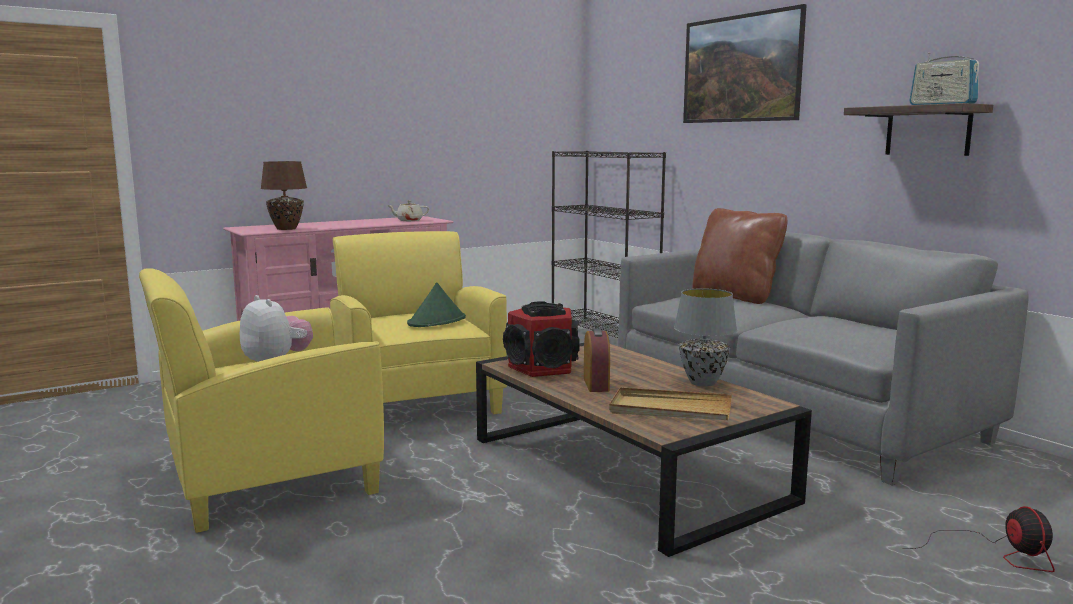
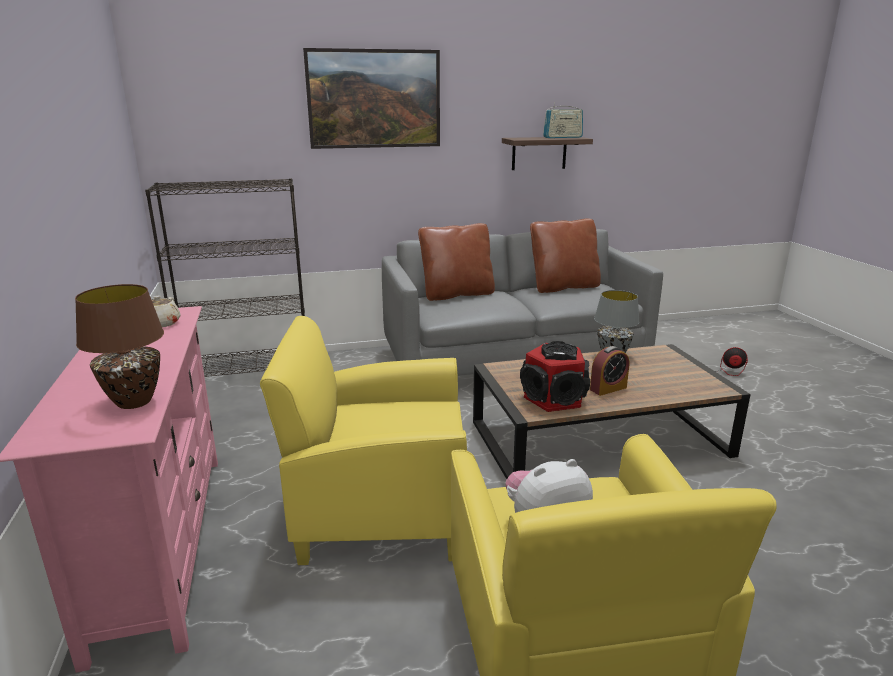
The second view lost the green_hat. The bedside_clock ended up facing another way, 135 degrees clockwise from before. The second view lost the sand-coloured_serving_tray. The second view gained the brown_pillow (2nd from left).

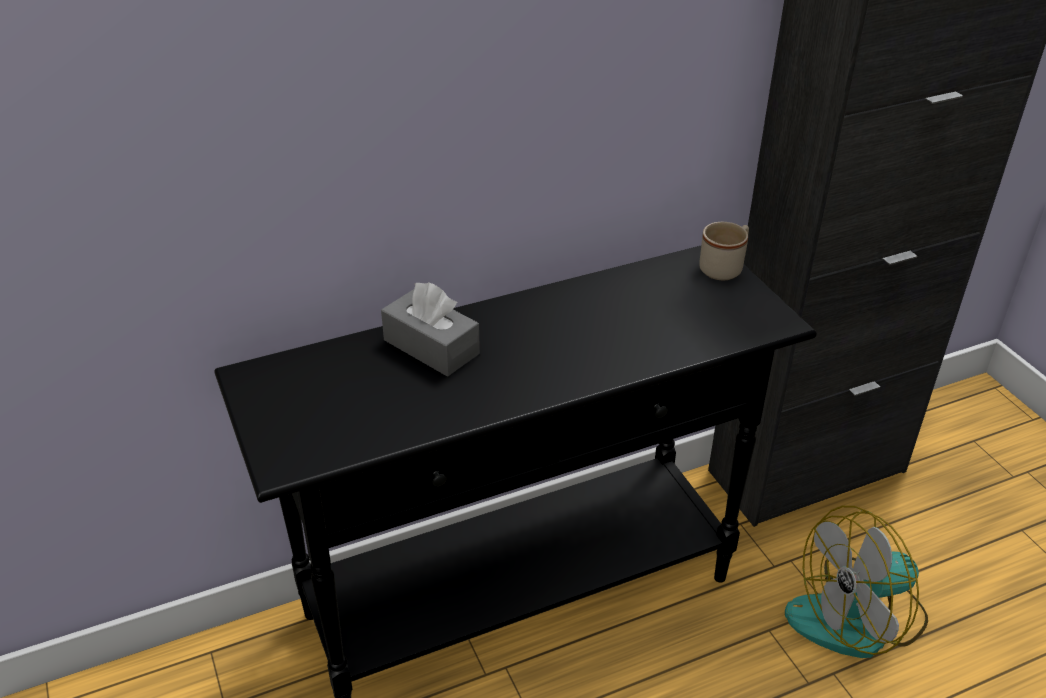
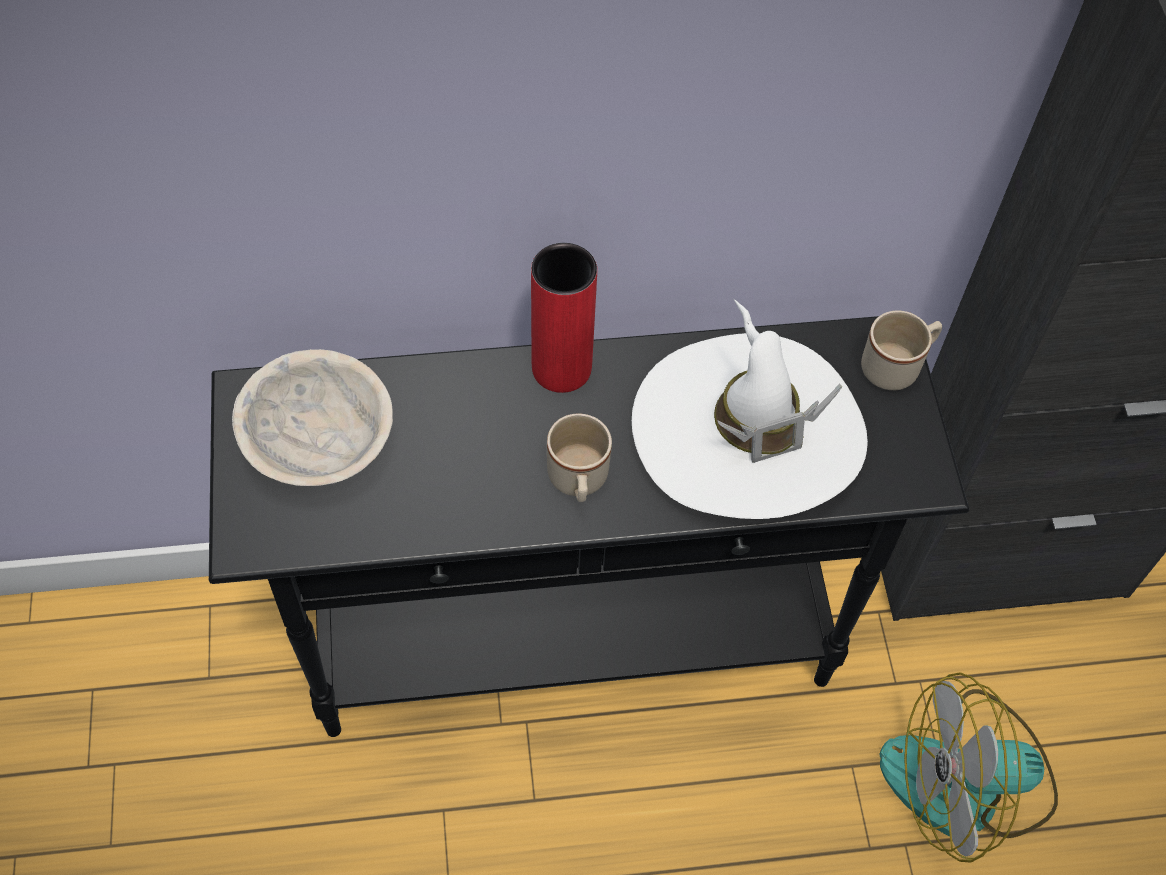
The second view lost the greyish_box_of_tissues. The second view gained the red_decorative_vase. The second view gained the white-coloured_hat. The second view gained the sand-coloured_bowl. The second view gained the sand-coloured_coffee_mug (1st from left).

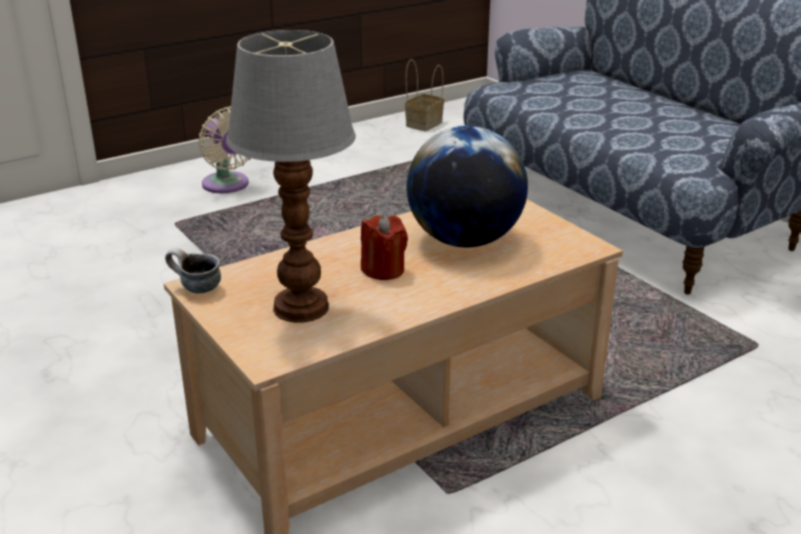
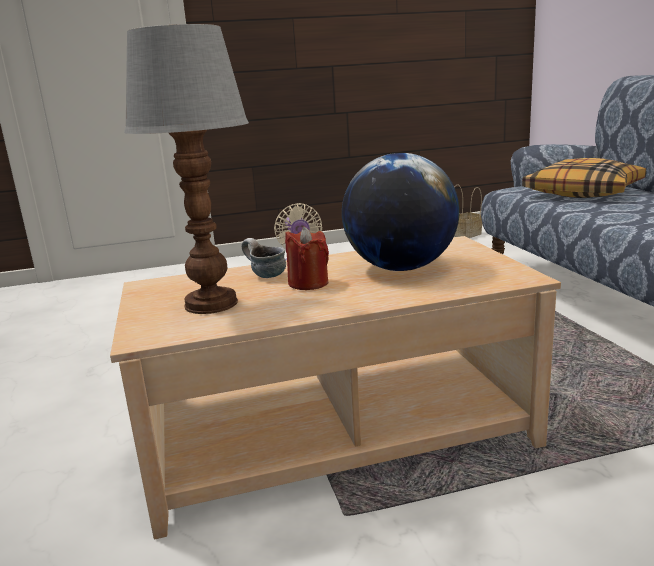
The coffee_mug ended up elsewhere. The second view gained the pillow.

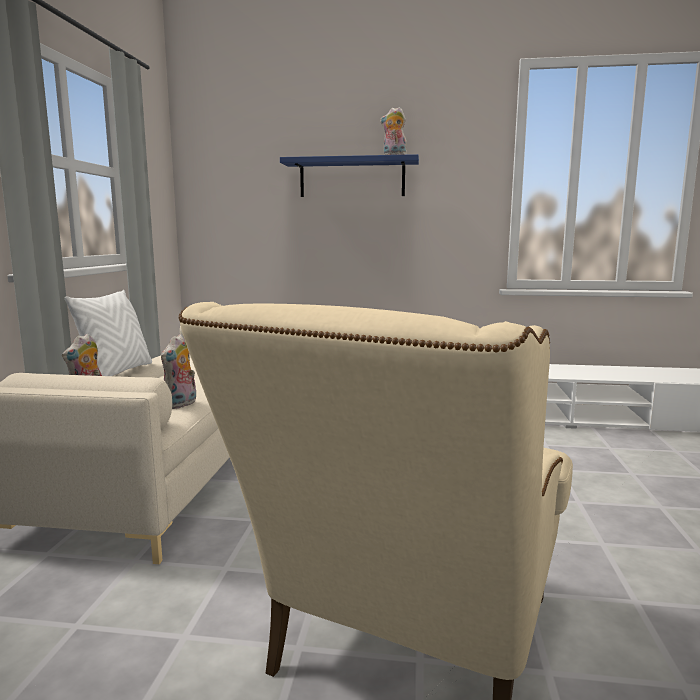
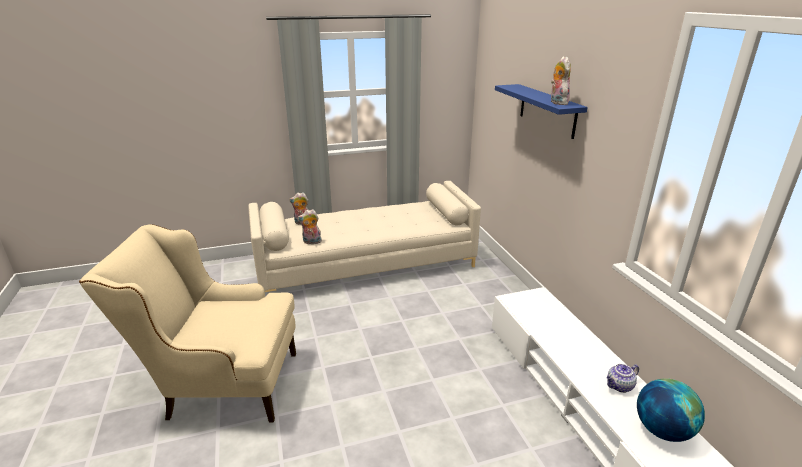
The second view lost the white-coloured_pillow. The second view gained the teapot. The second view gained the globe.

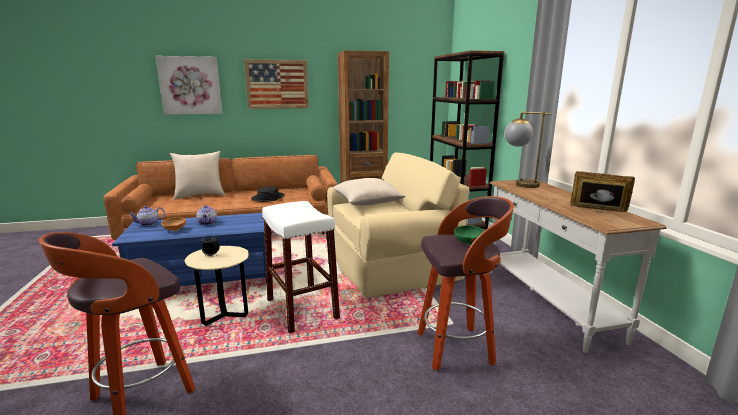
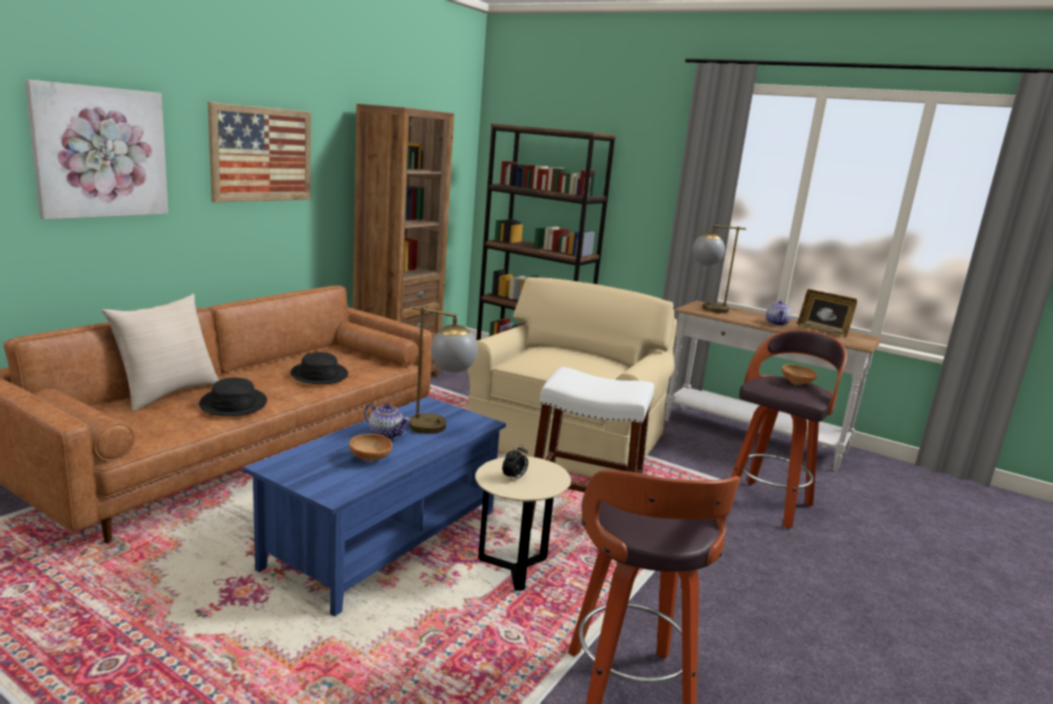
The standing_frame ended up facing another way, 120 degrees counterclockwise from before. The second view lost the sand-coloured_pillow (2nd from left). The teapot (1st from left in the first image) ended up elsewhere. What was the green_bowl turned into the brown_bowl (2nd from left). The second view gained the table_lamp (1st from left). The second view gained the blackish_hat (1st from left).

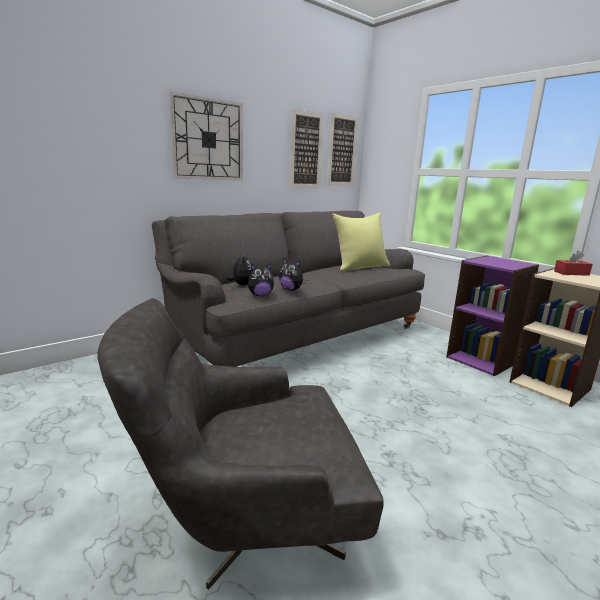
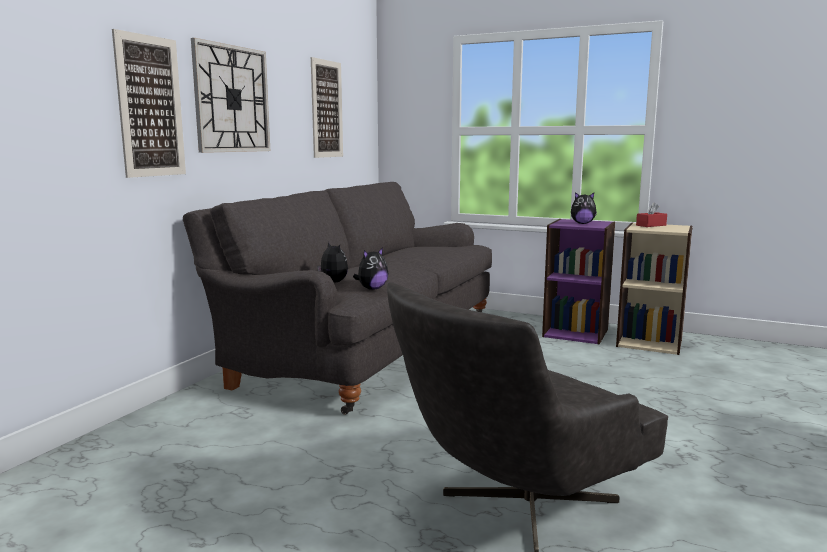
The picture (2nd from left in the first image) ended up elsewhere. The second view lost the yellow-coloured_pillow. The cuddly_toy (3rd from left) ended up elsewhere.

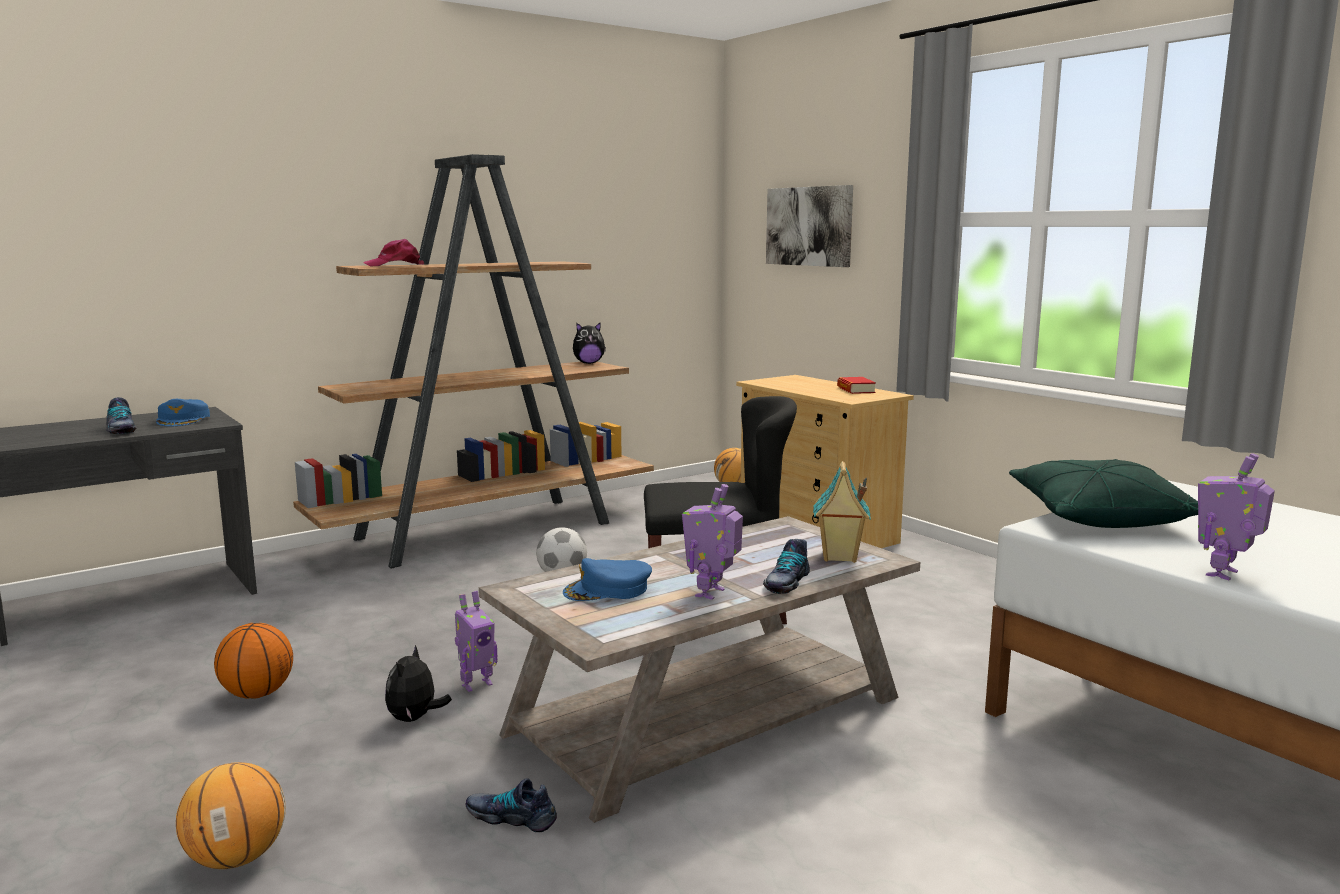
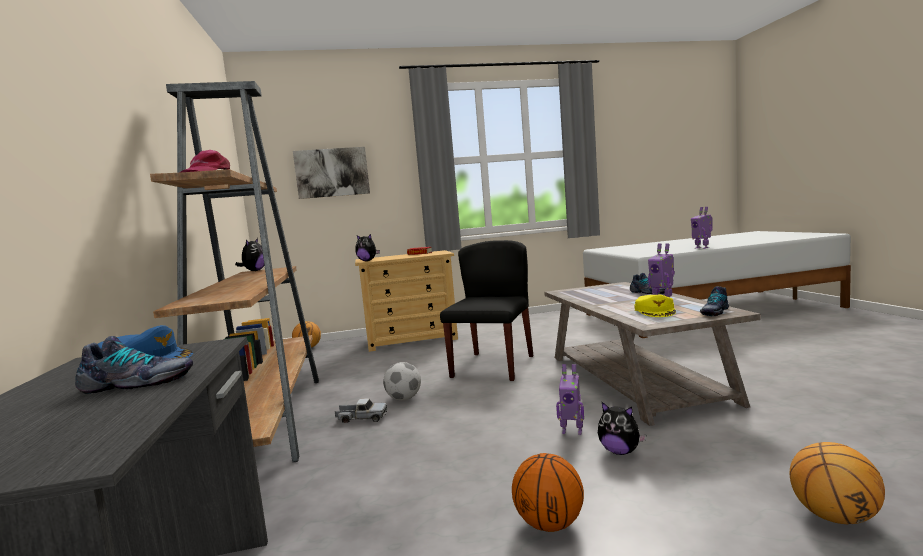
The second view lost the green_pillow. The second view lost the toy_house. What was the blue-coloured_peaked_cap (2nd from left) turned into the yellow-coloured_peaked_cap. The model_robot (1st from left) ended up facing another way, 120 degrees clockwise from before. The low_shoe (2nd from left in the first image) ended up elsewhere. The second view gained the cuddly_toy (2nd from left). The second view gained the toy_lorry.

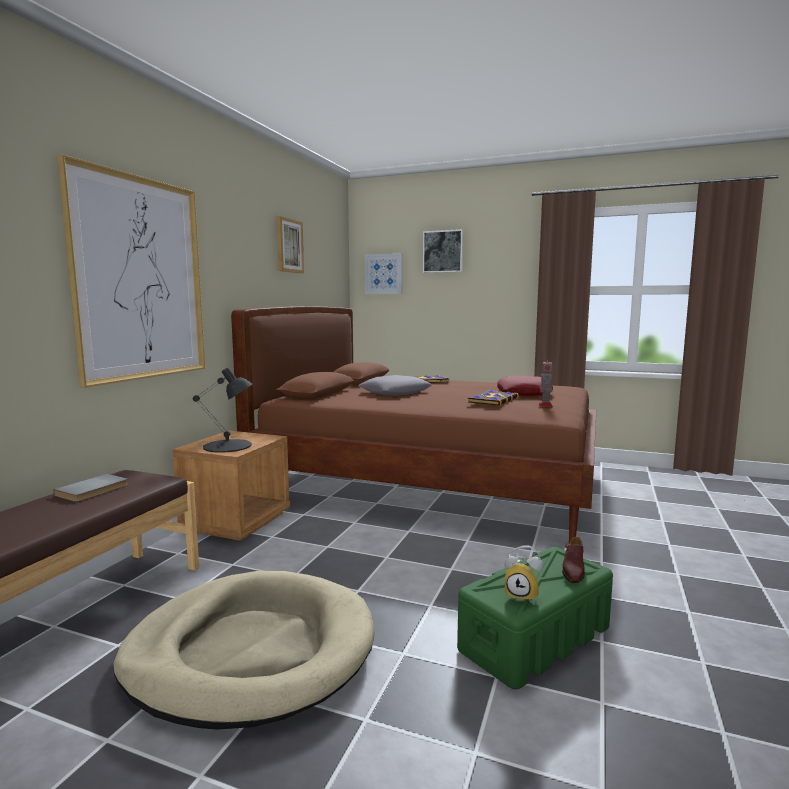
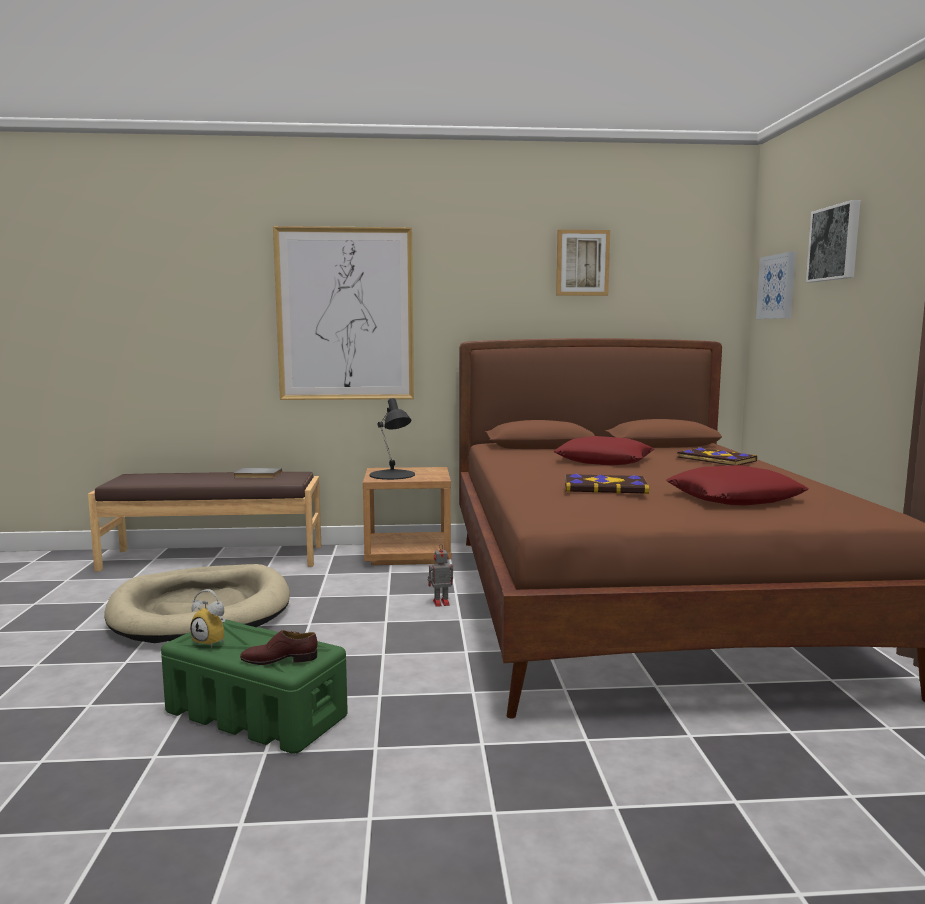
The model_robot ended up elsewhere. What was the greyish_pillow turned into the red_pillow (1st from left). The bedside_clock ended up facing another way, 60 degrees counterclockwise from before.

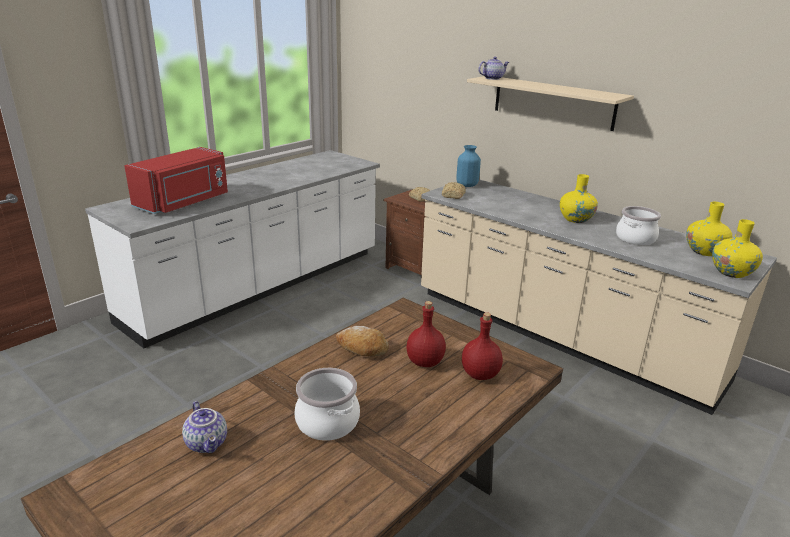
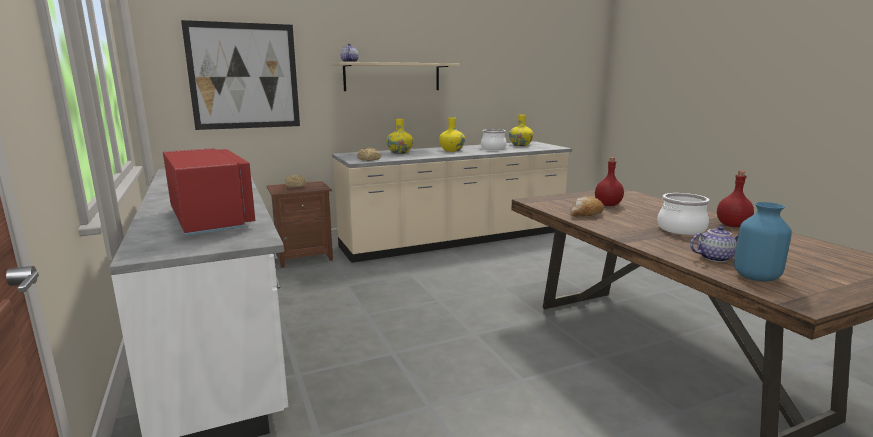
The blue-coloured_decorative_vase ended up elsewhere. The yellow-coloured_decorative_vase (3rd from left in the first image) ended up elsewhere. The red_beverage_bottle (2nd from left) ended up elsewhere. The second view gained the picture.

